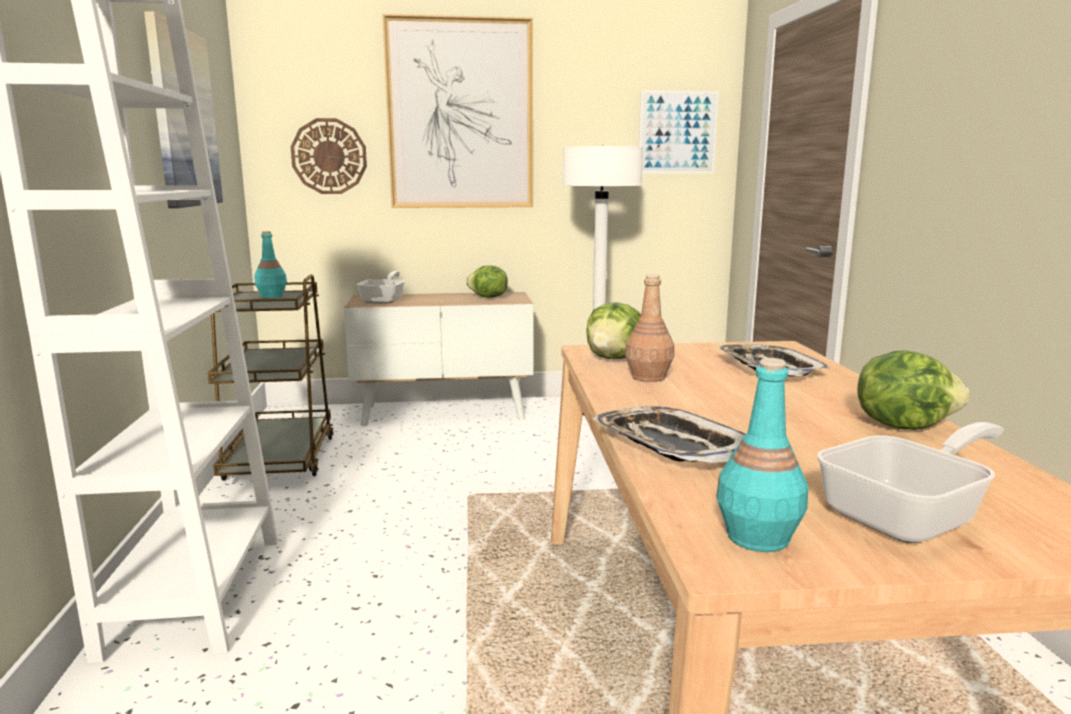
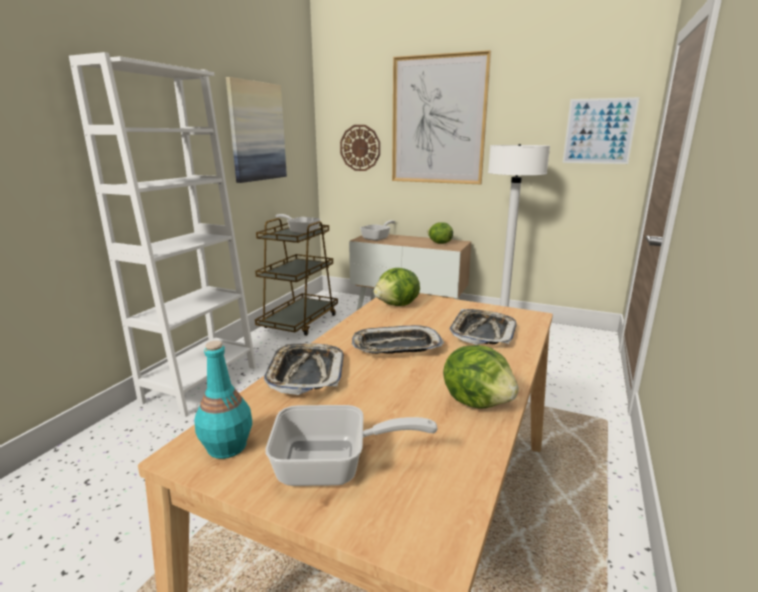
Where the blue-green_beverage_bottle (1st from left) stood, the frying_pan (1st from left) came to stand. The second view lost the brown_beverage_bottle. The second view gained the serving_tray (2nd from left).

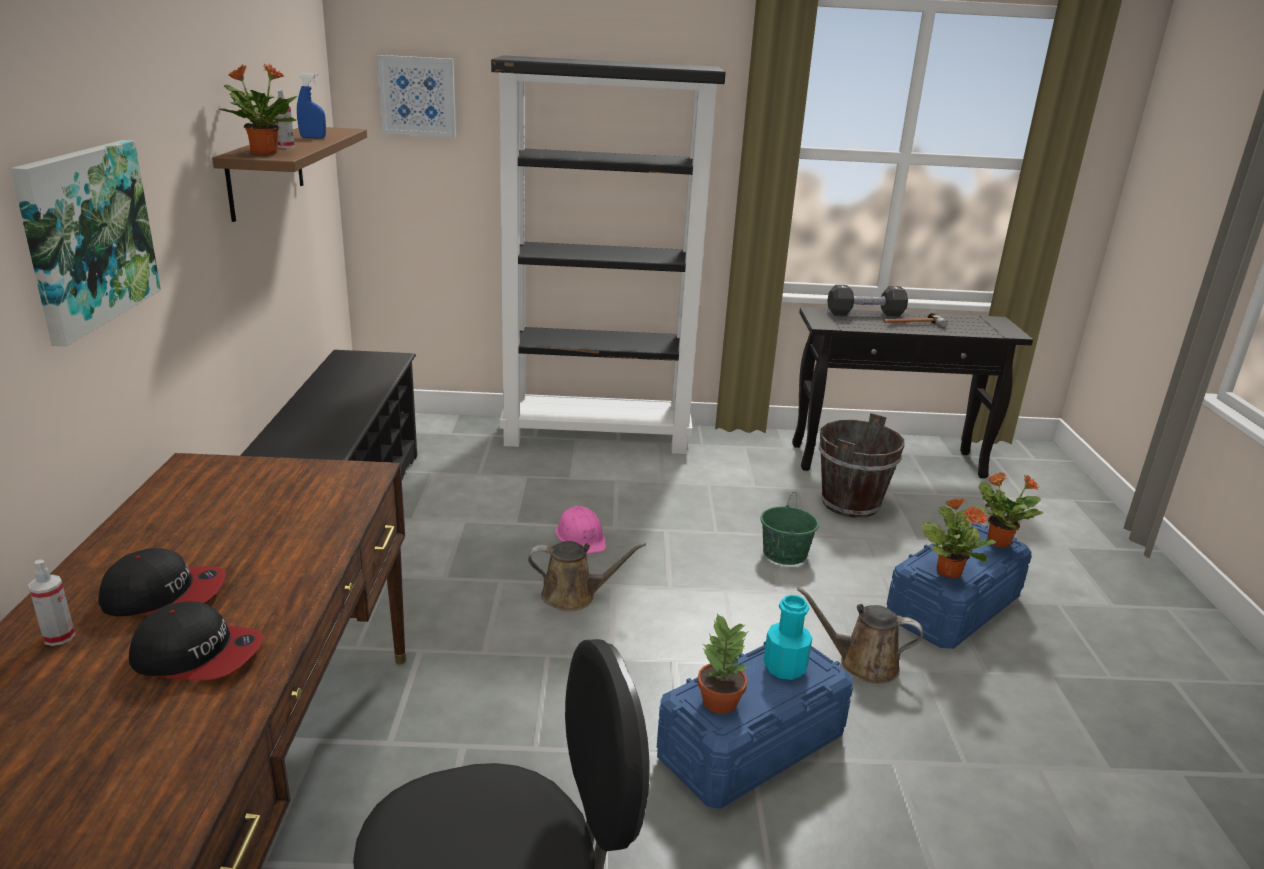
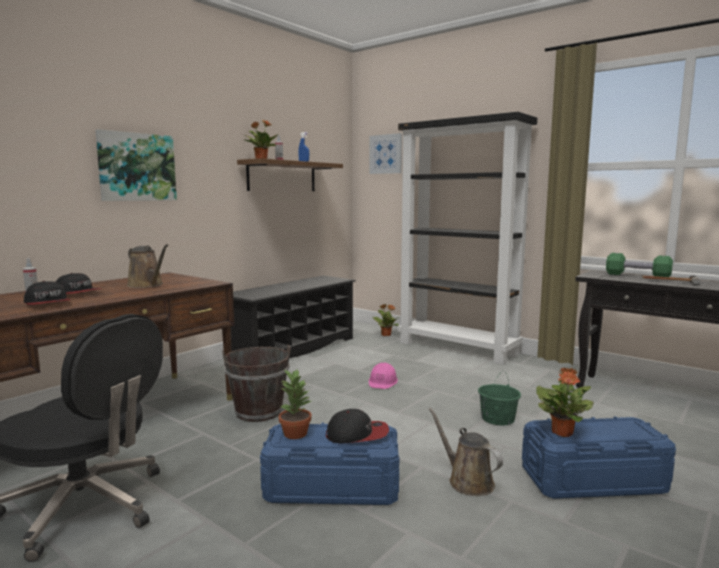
What was the blackish_free_weight turned into the green_free_weight. The brown_bucket ended up elsewhere. The potted_plant (4th from left in the first image) ended up elsewhere. The brown_sprinkling_can (1st from left) ended up elsewhere. Where the blue-green_beverage_bottle stood, the peaked_cap (3rd from left) came to stand.

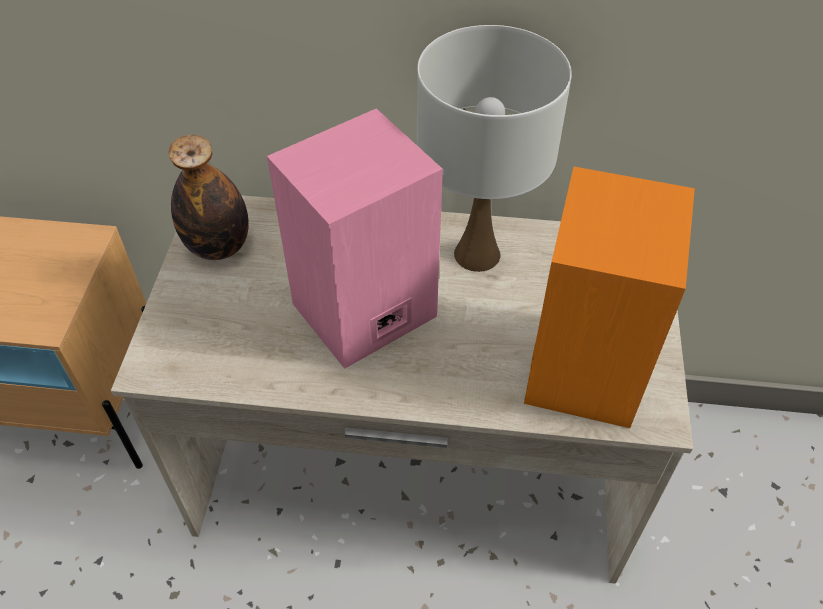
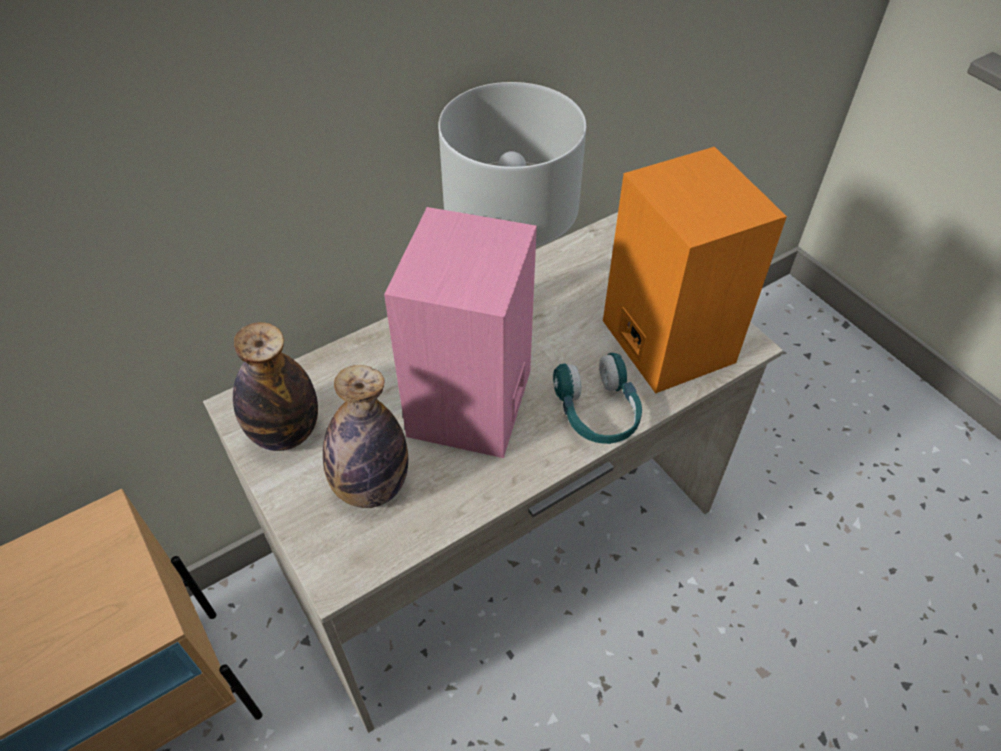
The second view gained the blue-green_pair_of_headphones. The second view gained the beverage_bottle (2nd from left).

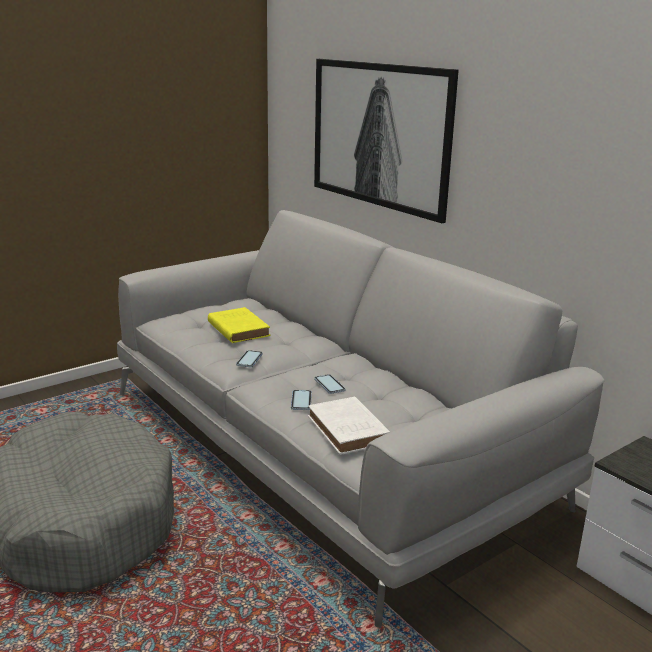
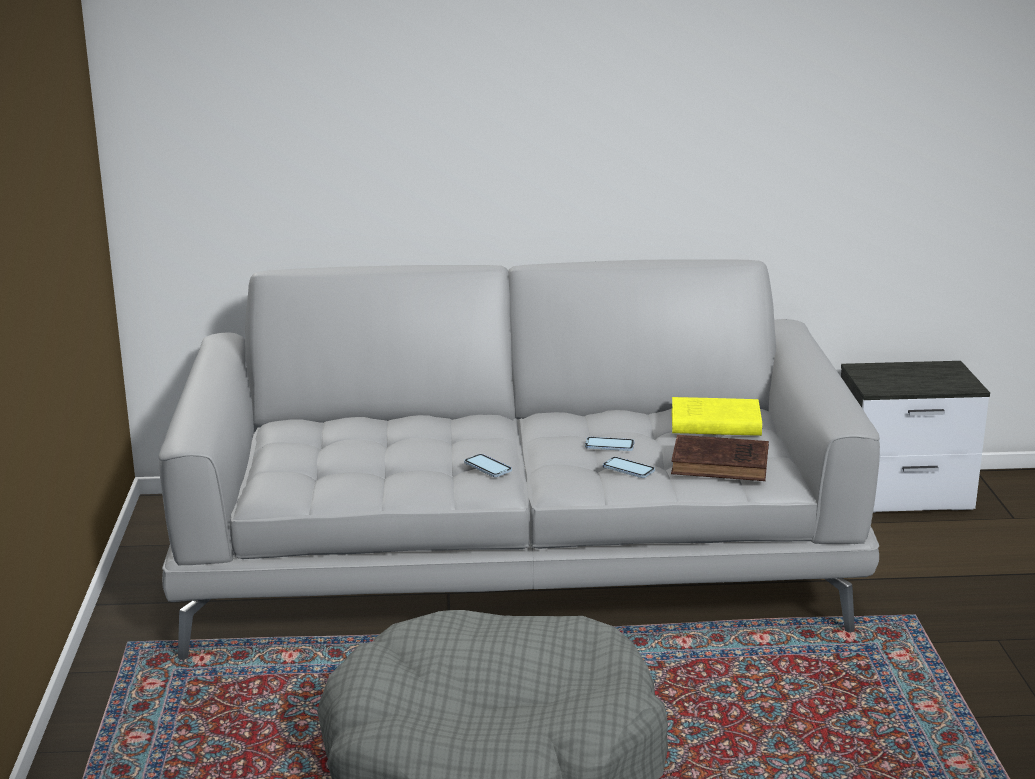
The second view lost the picture. The yellow-coloured_volume ended up elsewhere. What was the white-coloured_volume turned into the brown_volume.

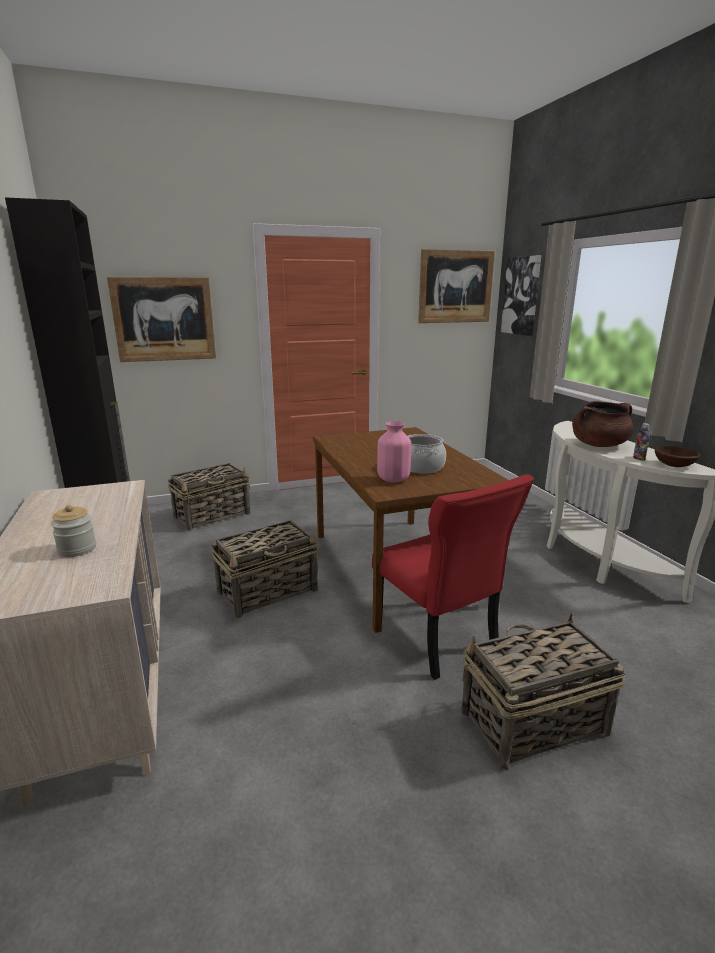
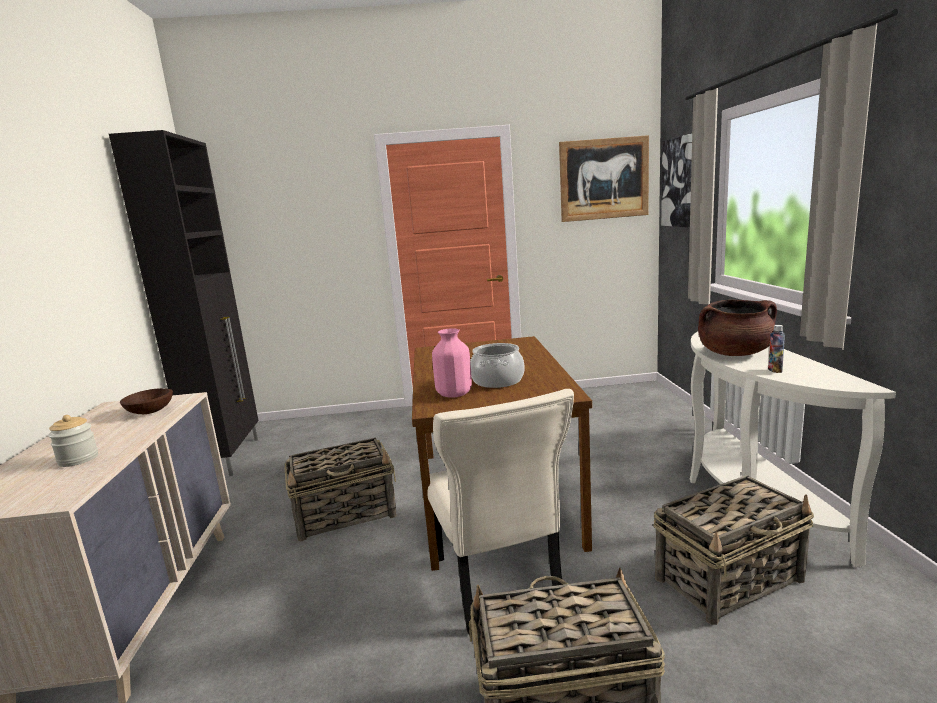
The second view lost the picture (1st from left). The brown_bowl ended up elsewhere. The household_basket (1st from left in the first image) ended up elsewhere. What was the red_chair turned into the sand-coloured_chair.

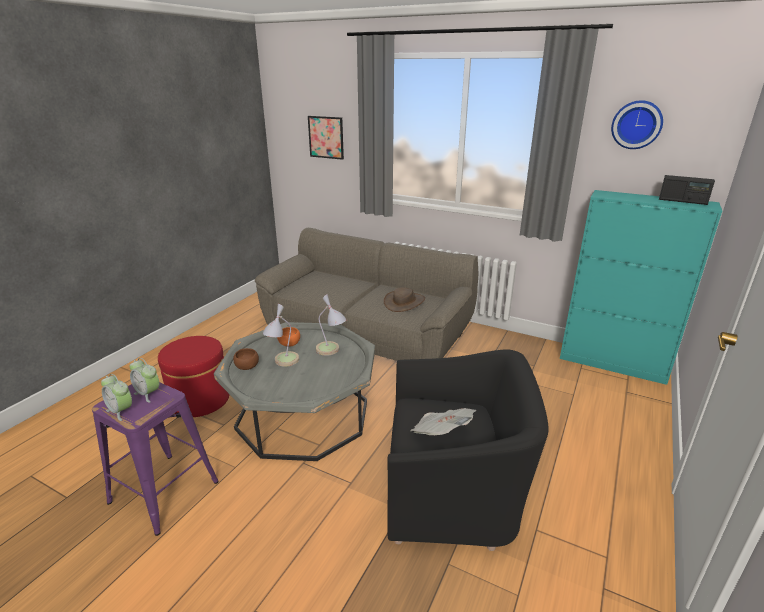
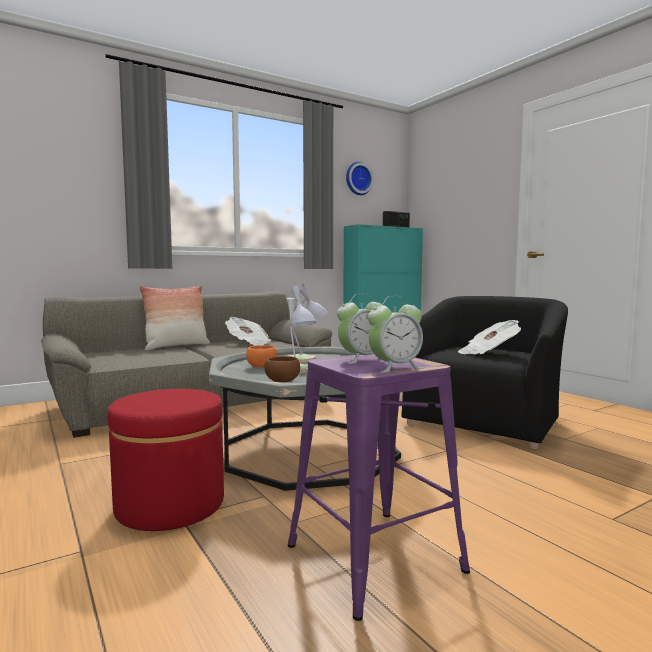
The second view lost the picture. Where the brown_hat stood, the newspaper (1st from left) came to stand. The second view gained the pillow.

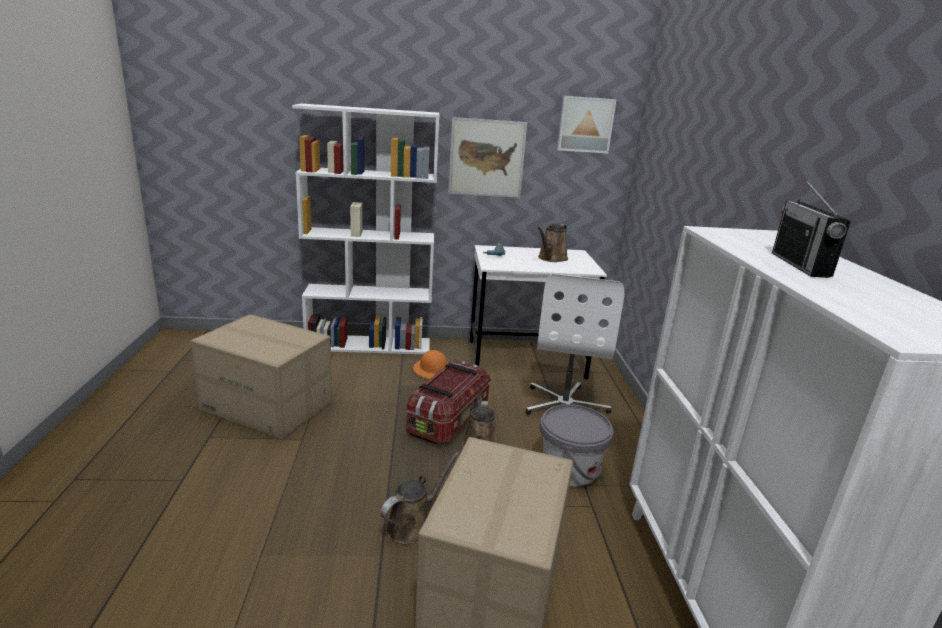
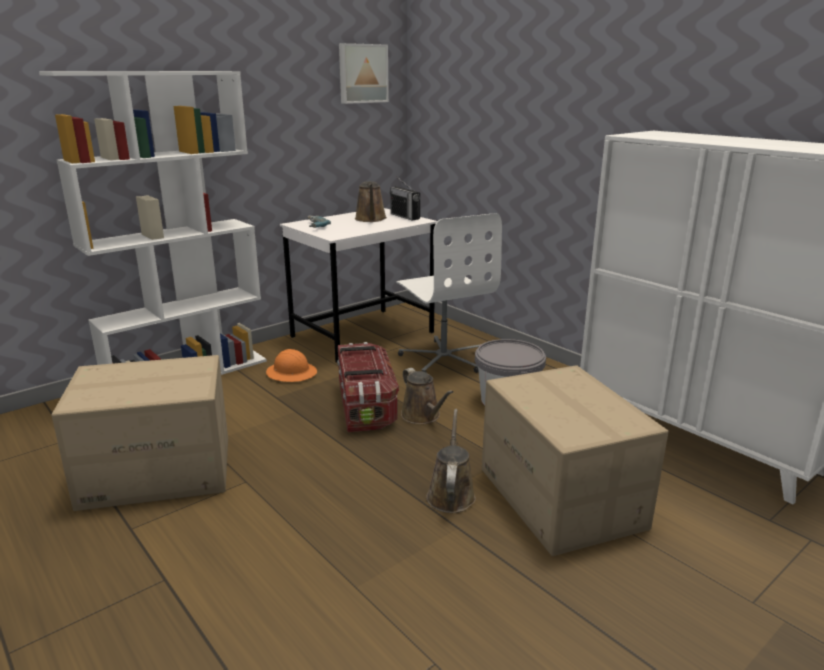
The second view lost the picture (1st from left). The radio ended up elsewhere.

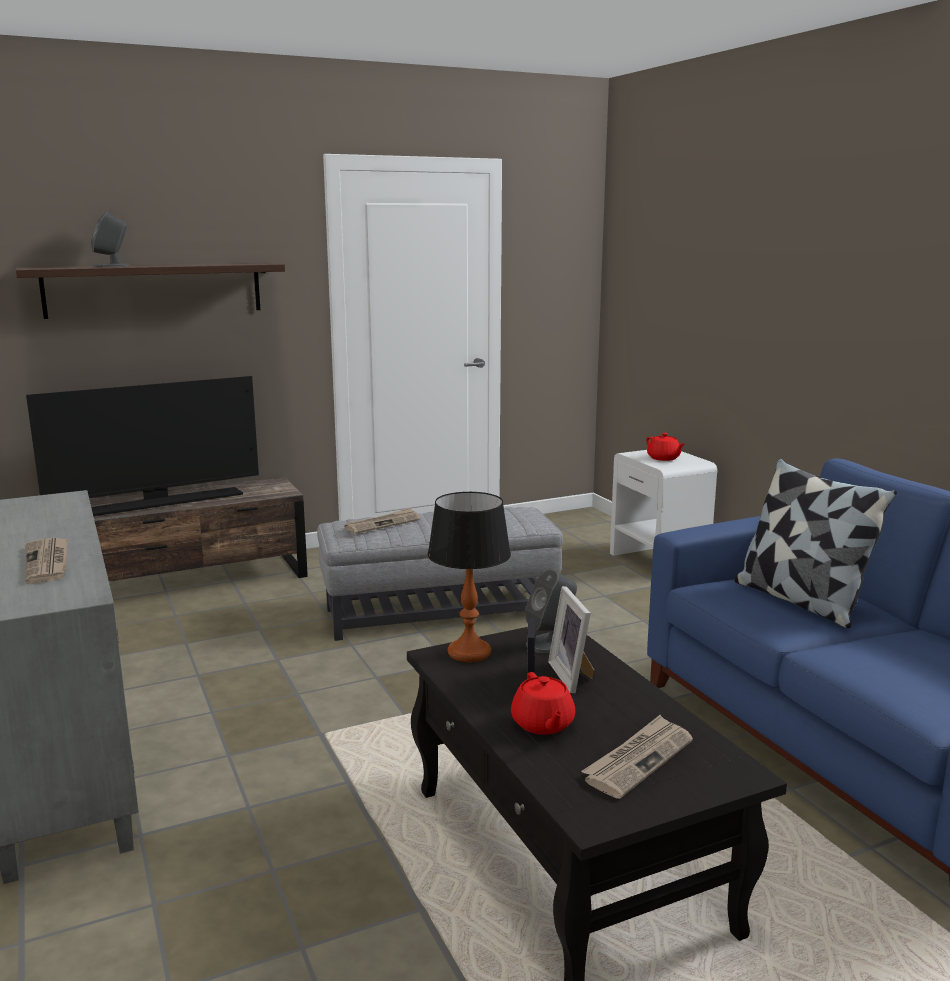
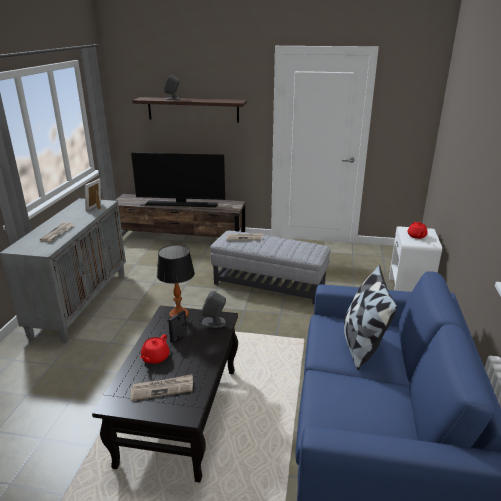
The standing_frame (2nd from left in the first image) ended up elsewhere.

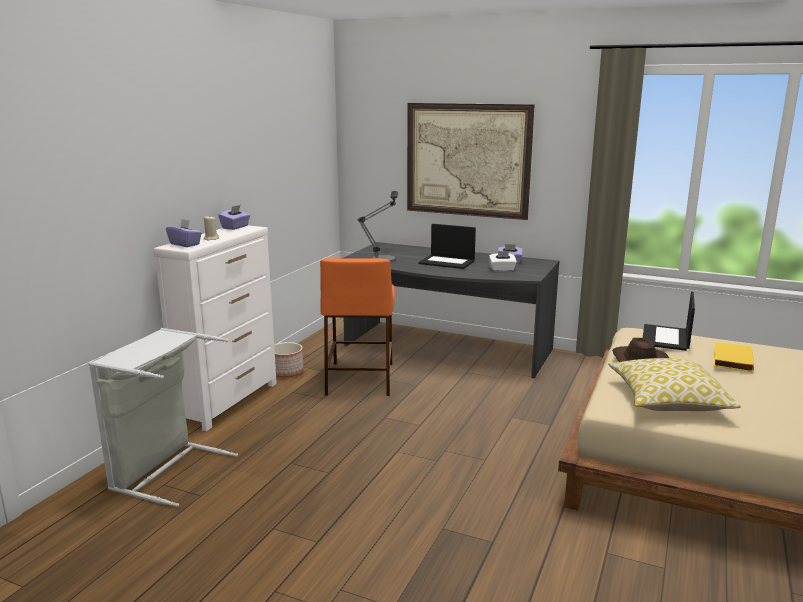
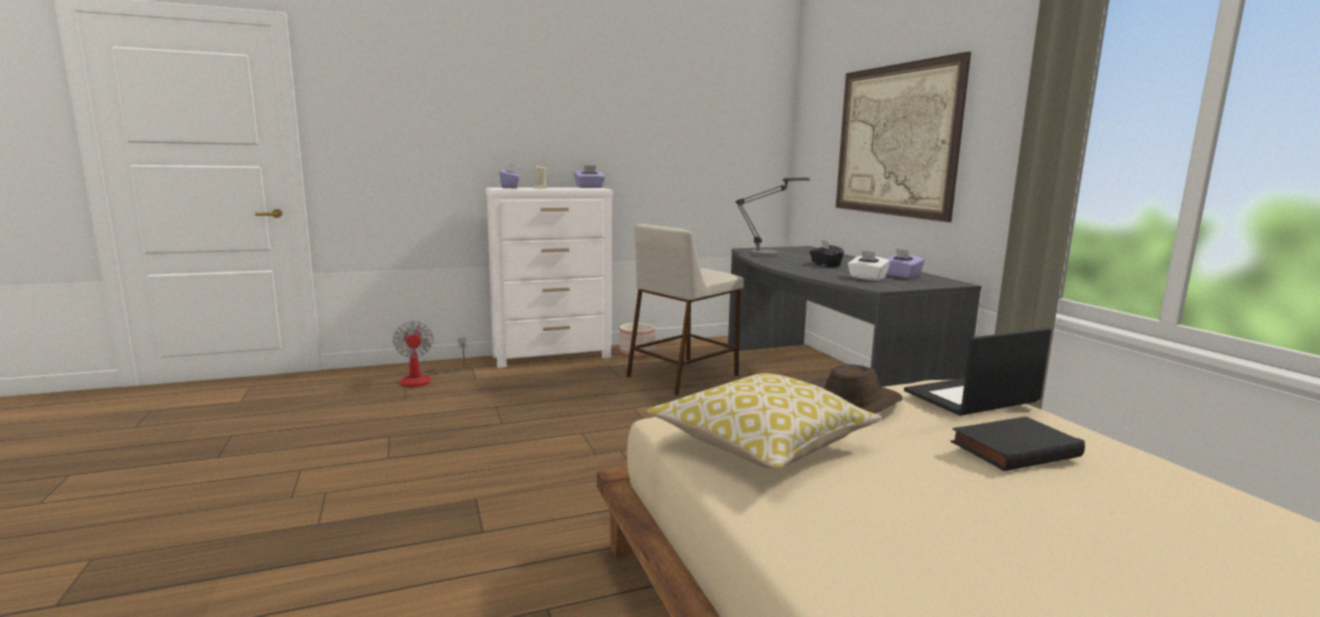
Where the laptop (1st from left) stood, the blackish_box_of_tissues came to stand. What was the orange_sitting_stool turned into the sand-coloured_sitting_stool. Where the greyish_washing_basket stood, the cooling_fan came to stand. What was the yellow-coloured_volume turned into the blackish_volume.

